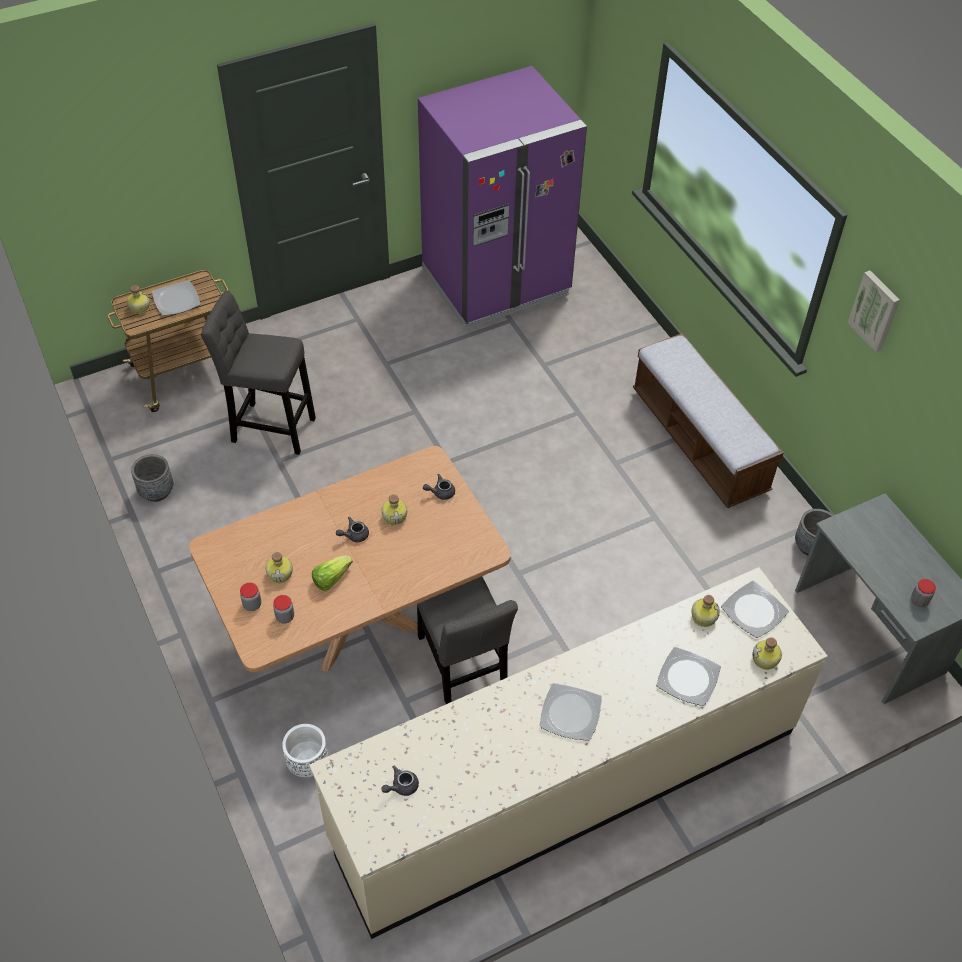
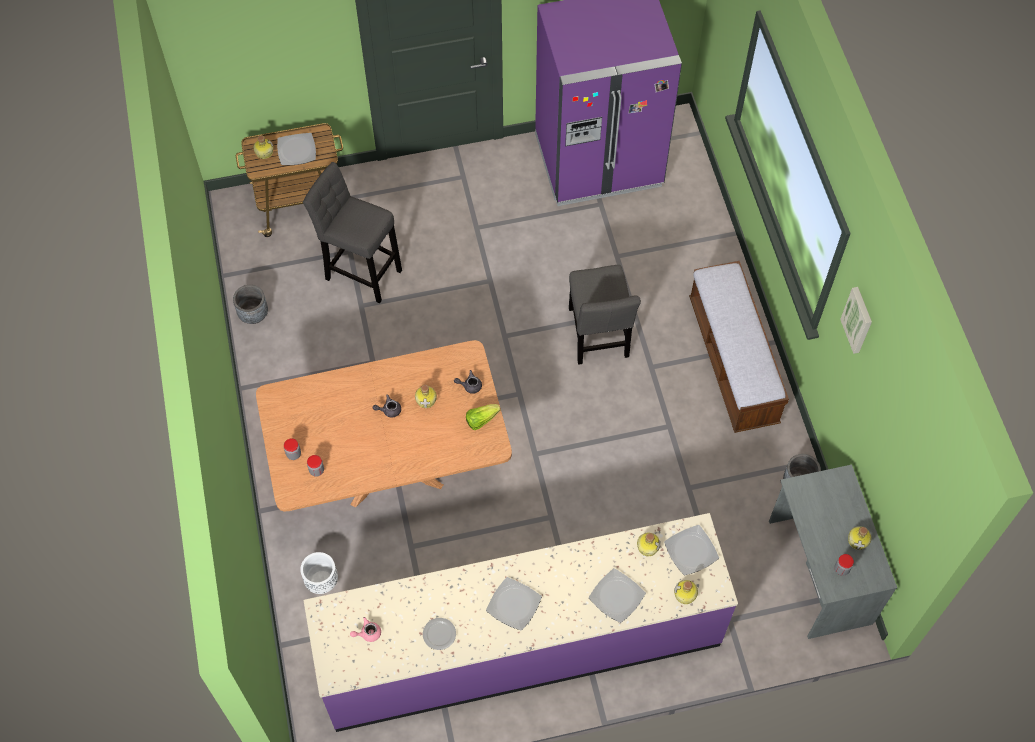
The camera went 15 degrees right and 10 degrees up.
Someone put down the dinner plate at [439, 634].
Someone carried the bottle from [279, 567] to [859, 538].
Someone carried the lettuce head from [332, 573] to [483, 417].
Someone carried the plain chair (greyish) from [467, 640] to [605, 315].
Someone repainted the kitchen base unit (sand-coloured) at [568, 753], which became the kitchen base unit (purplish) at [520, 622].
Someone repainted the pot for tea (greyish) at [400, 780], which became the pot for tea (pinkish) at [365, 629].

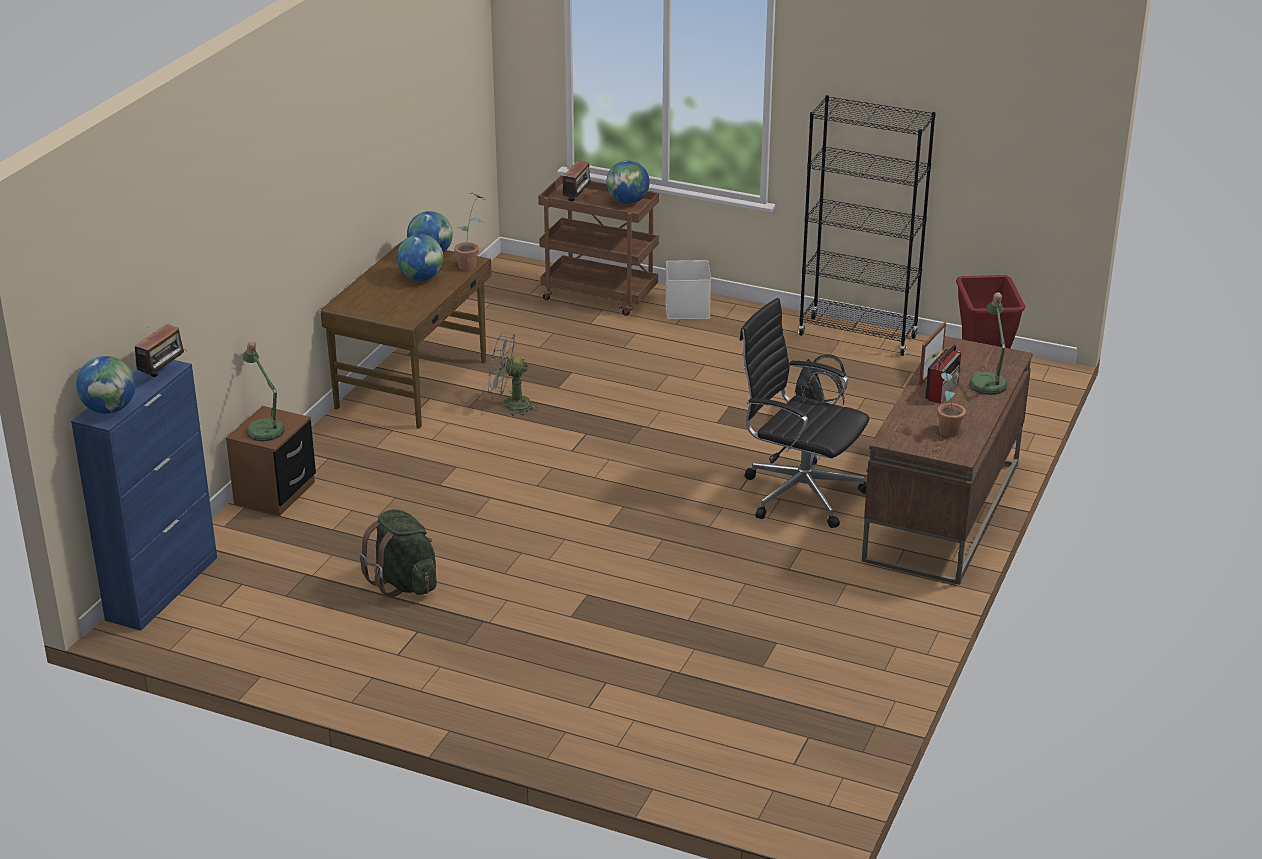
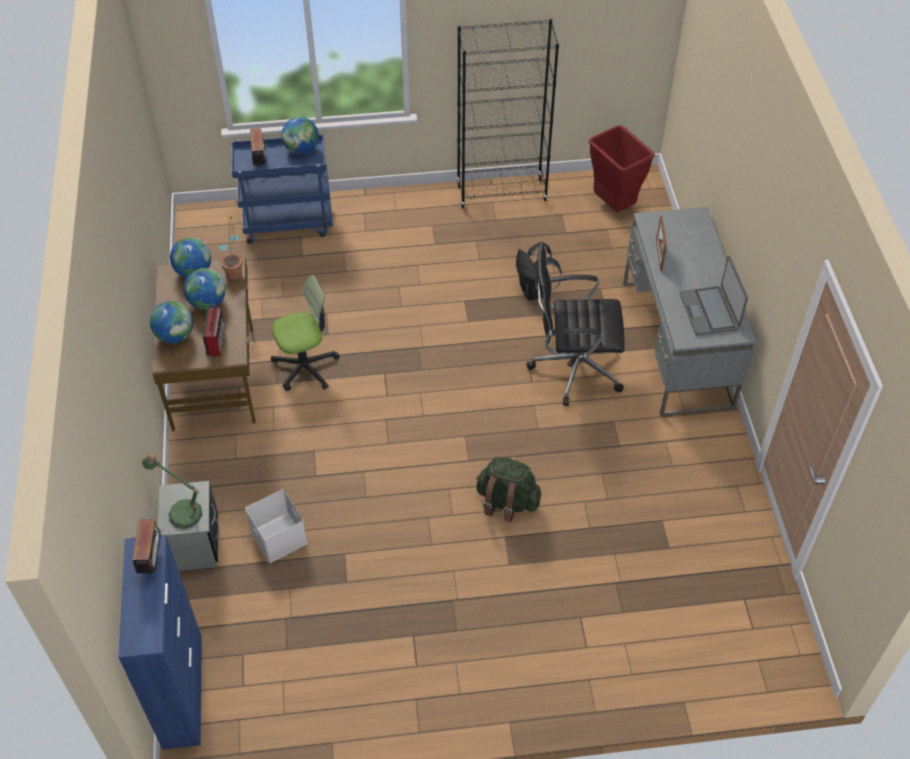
The camera went 30 degrees left and 20 degrees up.
Someone took away the lamp for a table at [988, 343].
Someone carried the world globe from [106, 385] to [171, 322].
Someone carried the backpack (green-coloured) from [398, 553] to [508, 489].
Someone carried the storage container (white) from [688, 289] to [276, 526].
Someone carried the radio from [943, 374] to [213, 330].
Someone swapped the electric fan (greyish) at [513, 374] for the office chair at [305, 333].
Someone swapped the plant in a pot at [946, 393] for the notebook computer at [713, 296].
Someone repainted the nightstand (brown-coloured) at [271, 461], which became the nightstand (greyish) at [189, 526].
Someone repainted the cart (brown-coloured) at [598, 246], which became the cart (blue) at [282, 189].
Someone repainted the desk table (brown-coloured) at [947, 460], which became the desk table (greyish) at [689, 311].

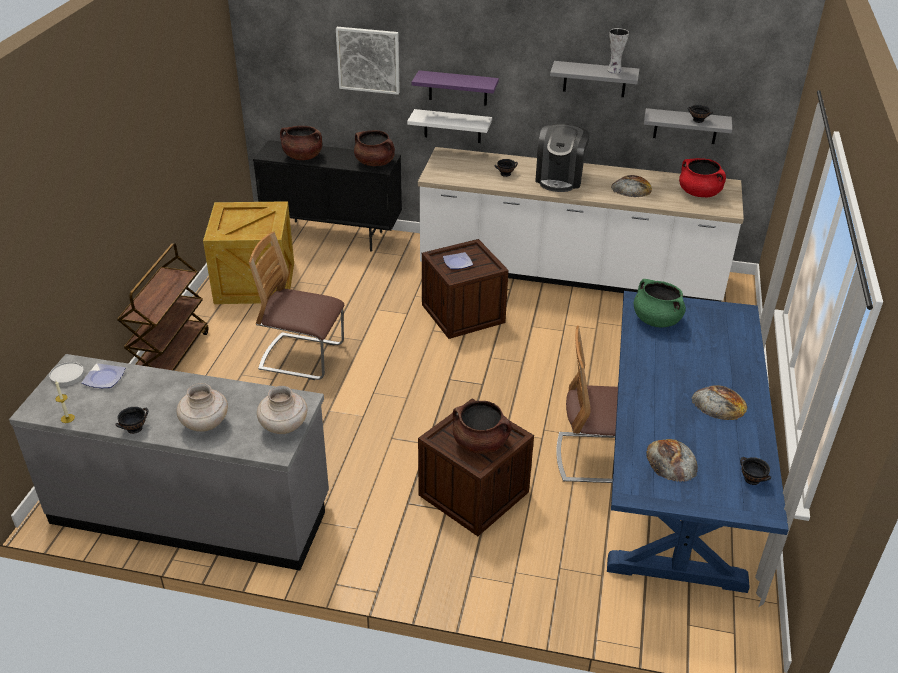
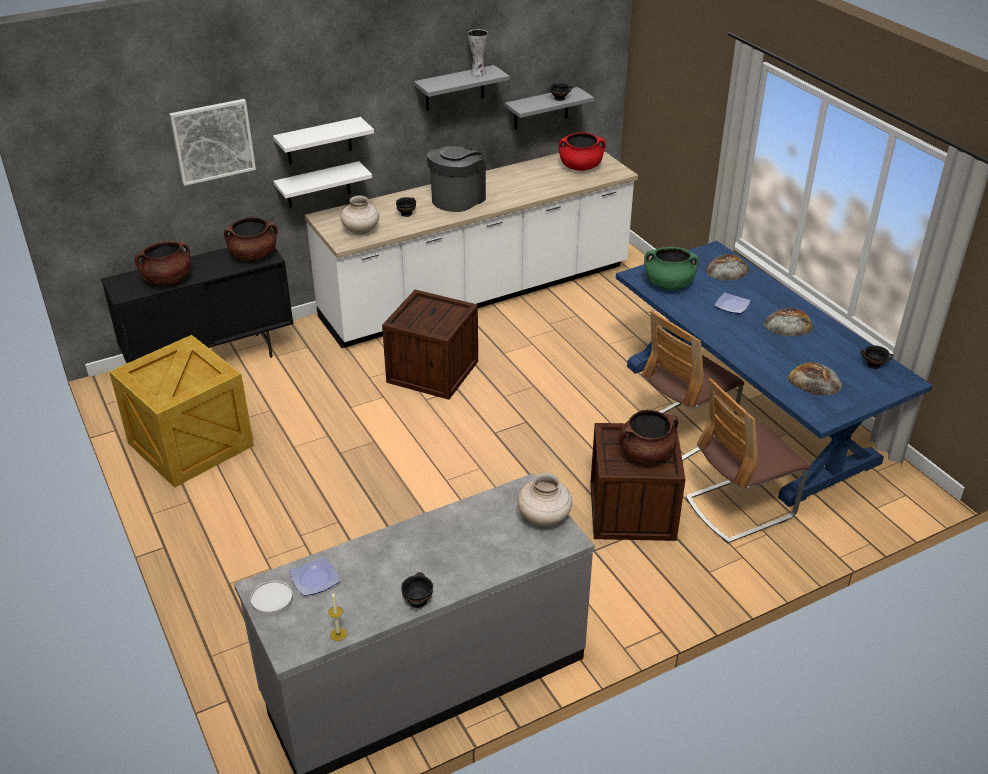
The camera went 40 degrees left and 0 degrees up.
Someone took away the cart (brown-coloured) at [162, 307].
Someone carried the decorative vase (sand-coloured) from [202, 407] to [359, 215].
Someone carried the plain chair from [296, 305] to [747, 461].
Someone carried the dinner plate from [458, 260] to [732, 303].
Someone carried the baked bread from [631, 186] to [727, 267].
Someone repainted the shelf (purplish) at [455, 88], which became the shelf (white) at [323, 141].
Someone rotated the coffee brewer at [562, 158] by 120 degrees counterclockwise.

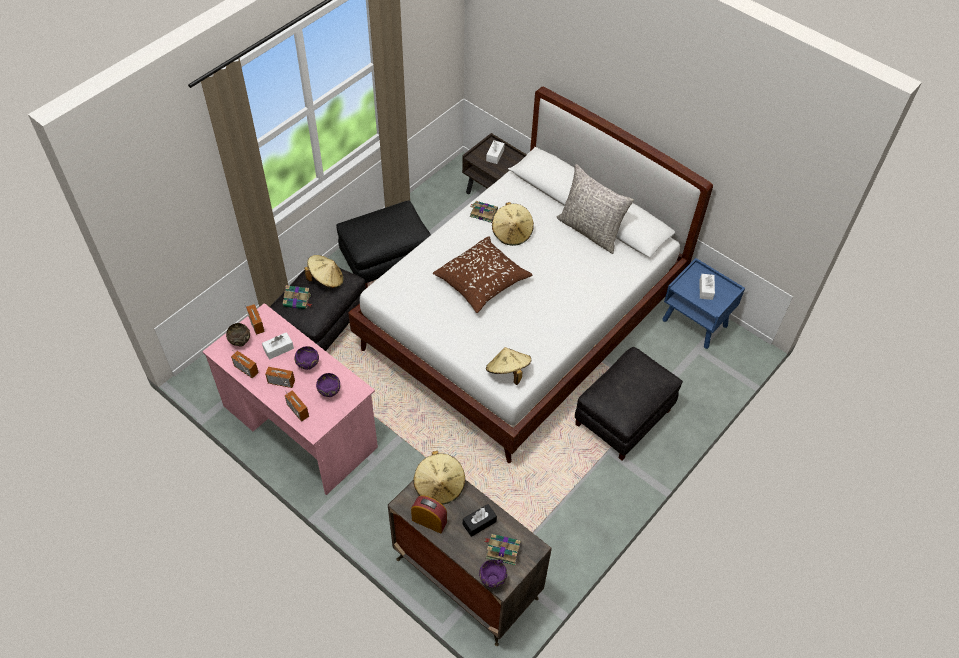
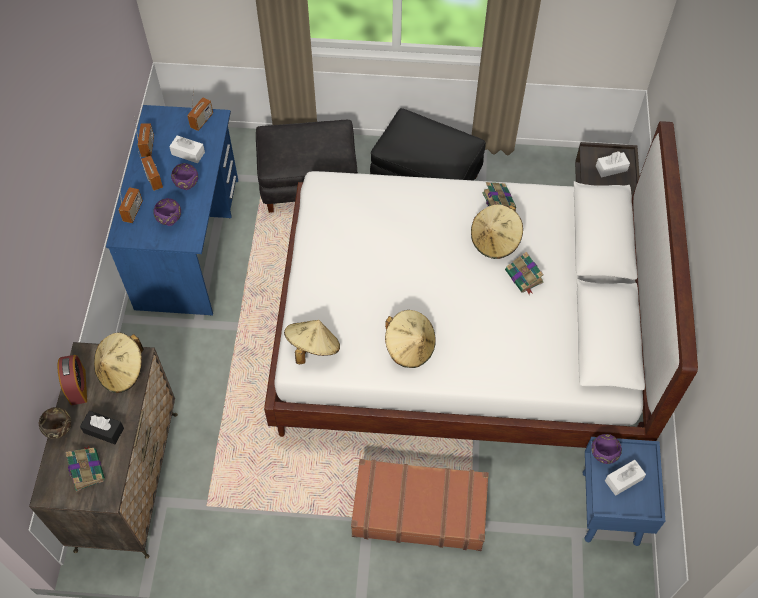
The camera went 55 degrees right and 5 degrees up.
Someone took away the cushion (brown-coloured) at [482, 275].
Someone took away the cushion (greyish) at [595, 209].
Someone carried the serving bowl (brown-coloured) from [238, 335] to [55, 423].
Someone carried the volume from [297, 297] to [524, 273].
Someone carried the wearable hat (sand-coloured) from [323, 271] to [410, 339].
Someone carried the serving bowl (purplish) from [493, 573] to [606, 449].
Someone swapped the footrest (blackish) at [629, 403] for the suitcase (brown-coloured) at [420, 505].
Someone repainted the desk table (pinkish) at [290, 399], which became the desk table (blue) at [172, 210].

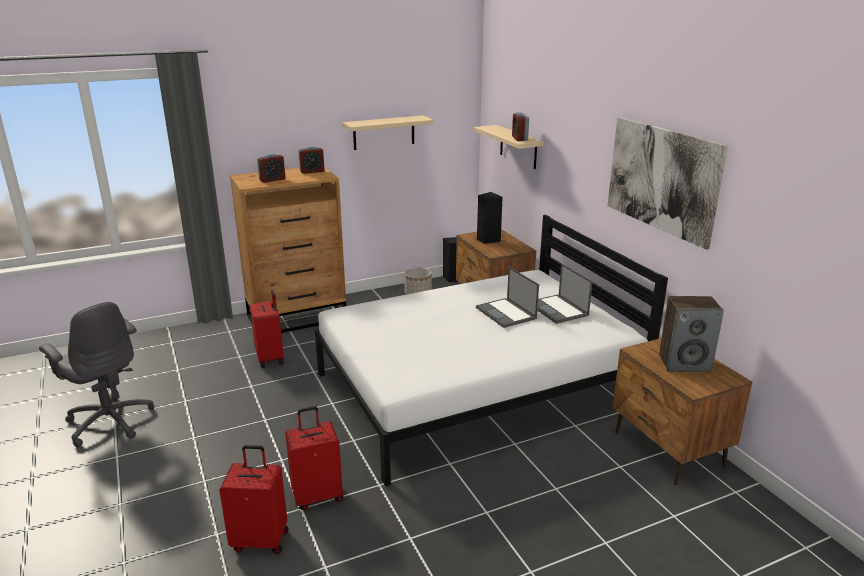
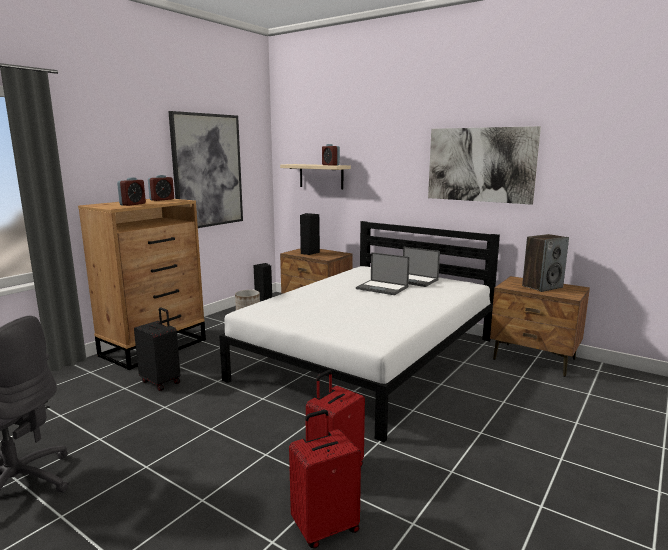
The camera went 30 degrees left and 10 degrees down.
Someone swapped the shelf (sand-coloured) at [388, 132] for the picture at [205, 169].
Someone repainted the suitcase (red-coloured) at [267, 329], which became the suitcase (blackish) at [157, 349].

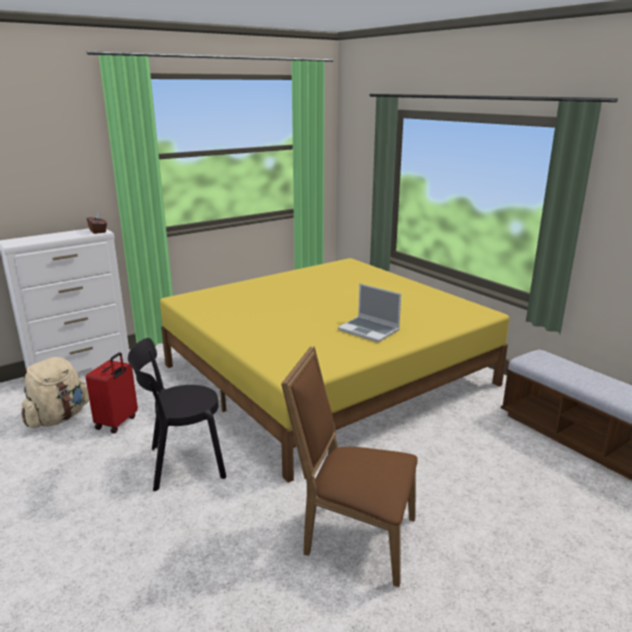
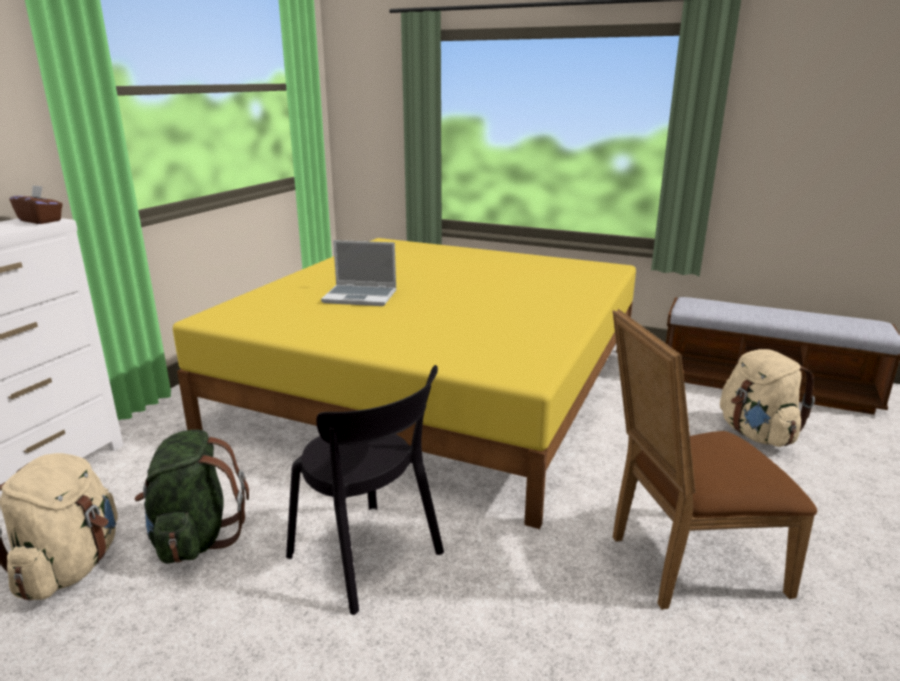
The camera went 30 degrees left and 0 degrees up.
Someone put down the backpack (sand-coloured) at [767, 398].
Someone carried the notebook computer from [369, 312] to [359, 273].
Someone swapped the suitcase (red-coloured) at [112, 392] for the backpack (green-coloured) at [192, 496].
Someone rotated the plain chair (blackish) at [177, 414] by 90 degrees counterclockwise.

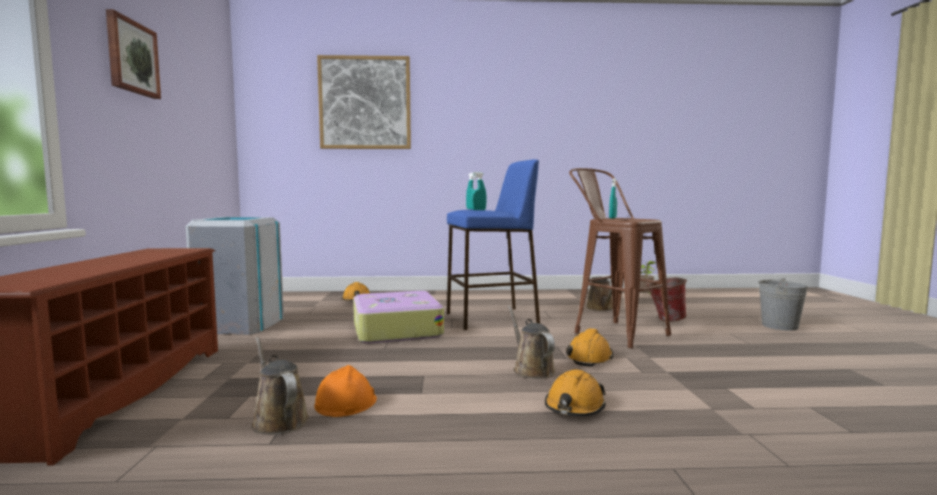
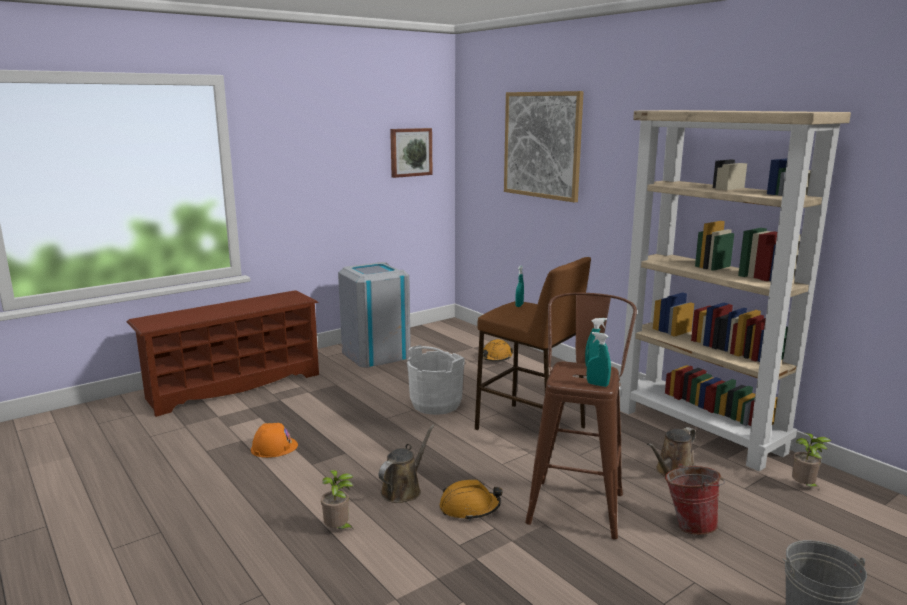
The camera went 55 degrees right and 10 degrees up.
Someone took away the watering can (brown-coloured) at [280, 386].
Someone put down the bookshelf (sand-coloured) at [735, 290].
Someone carried the picture from [133, 54] to [411, 153].
Someone carried the sprayer (turquoise) from [479, 191] to [599, 359].
Someone swapped the suitcase at [398, 317] for the bucket (white) at [436, 380].
Someone swapped the work helmet (orange-coloured) at [575, 392] for the plant in a pot at [337, 500].
Someone repainted the sitting stool (blue) at [493, 244], which became the sitting stool (brown-coloured) at [533, 343].

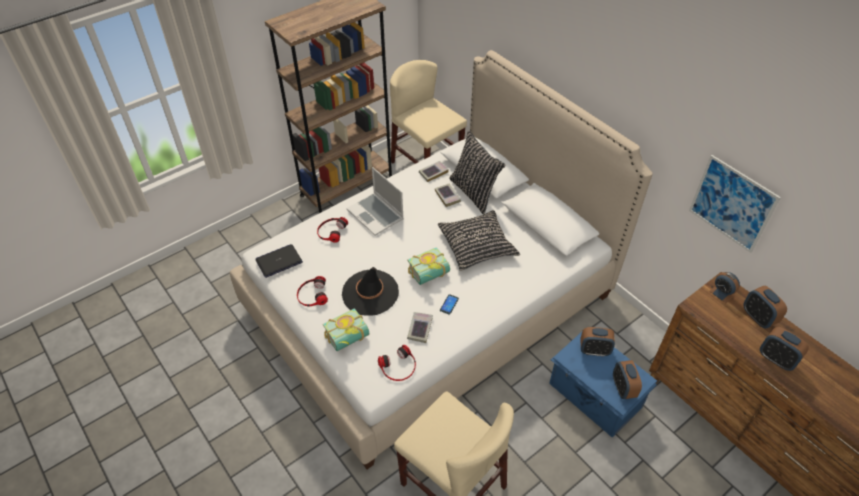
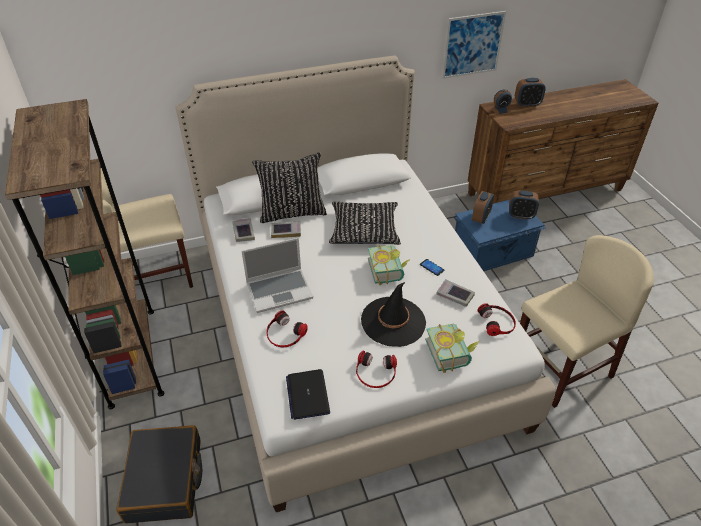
The camera went 70 degrees left and 5 degrees down.
Someone took away the bedside clock at [784, 349].
Someone put down the suitcase (blackish) at [159, 474].

